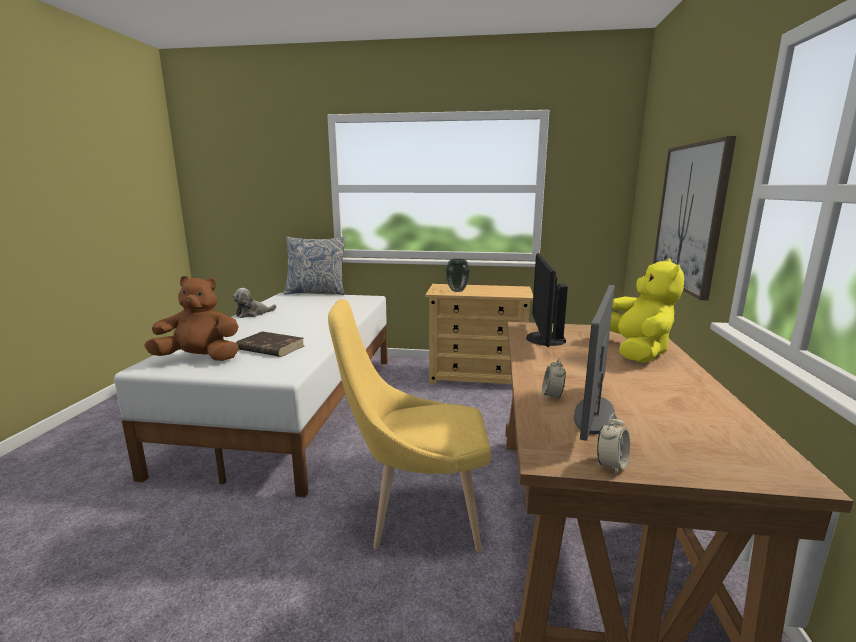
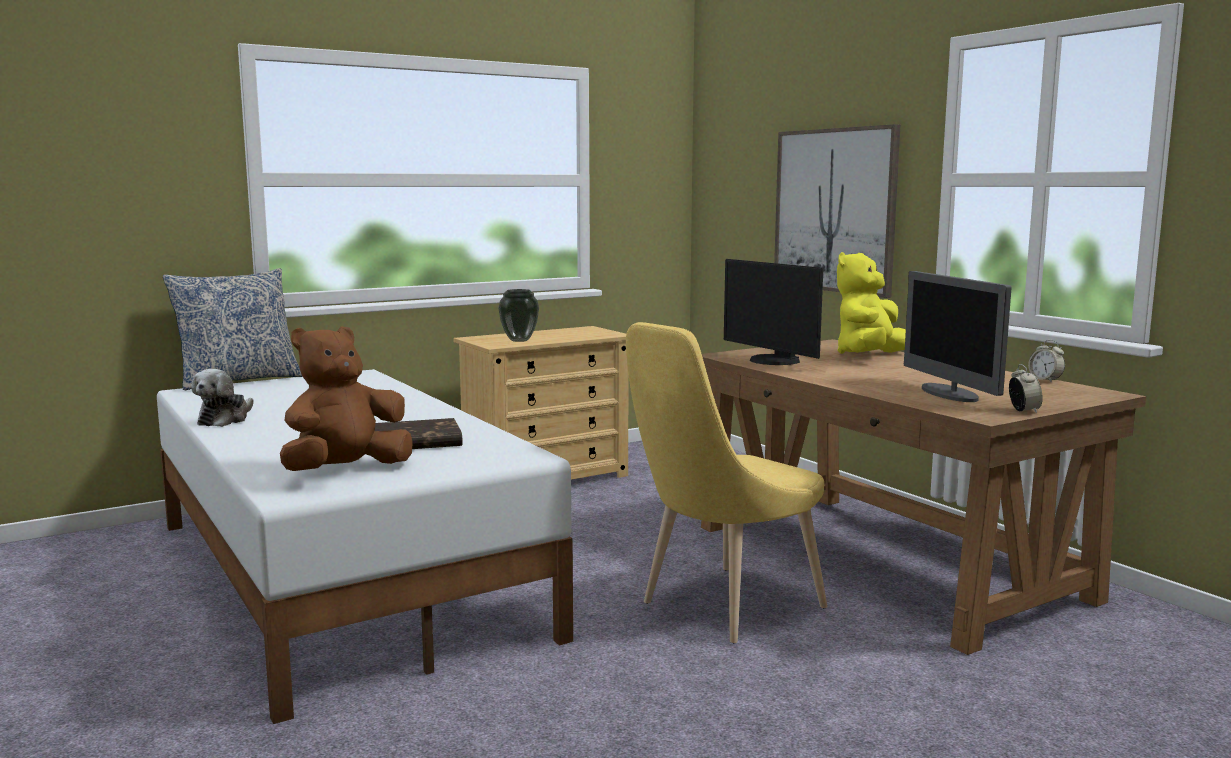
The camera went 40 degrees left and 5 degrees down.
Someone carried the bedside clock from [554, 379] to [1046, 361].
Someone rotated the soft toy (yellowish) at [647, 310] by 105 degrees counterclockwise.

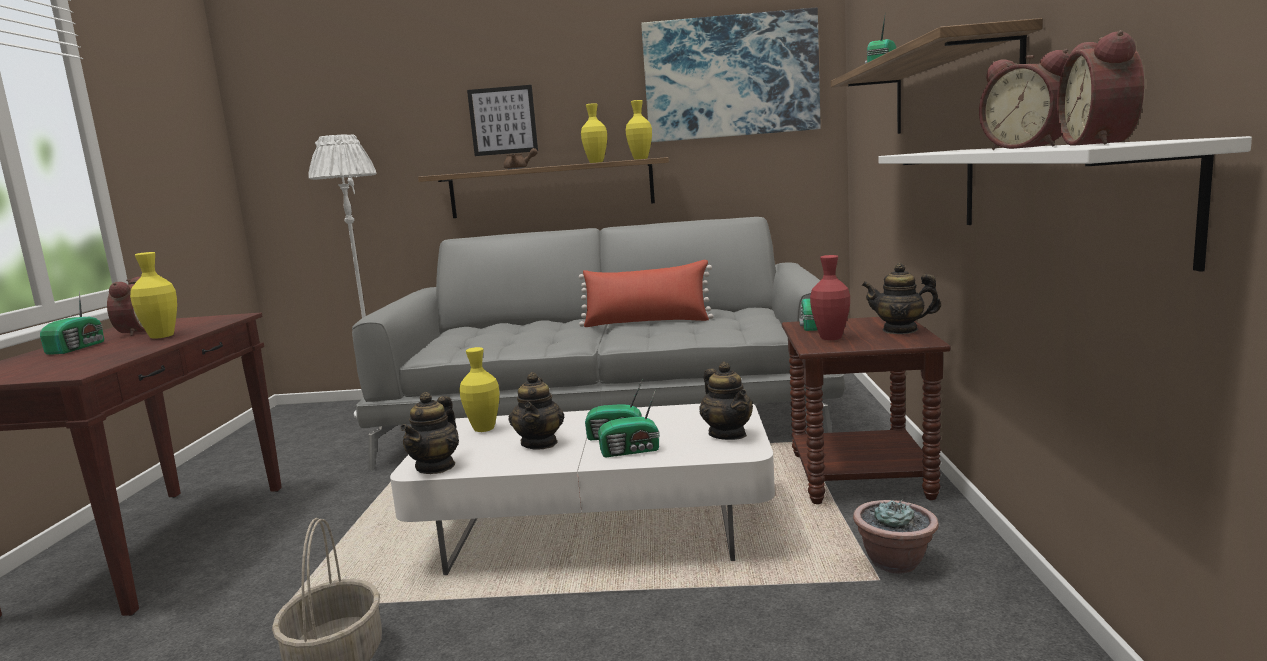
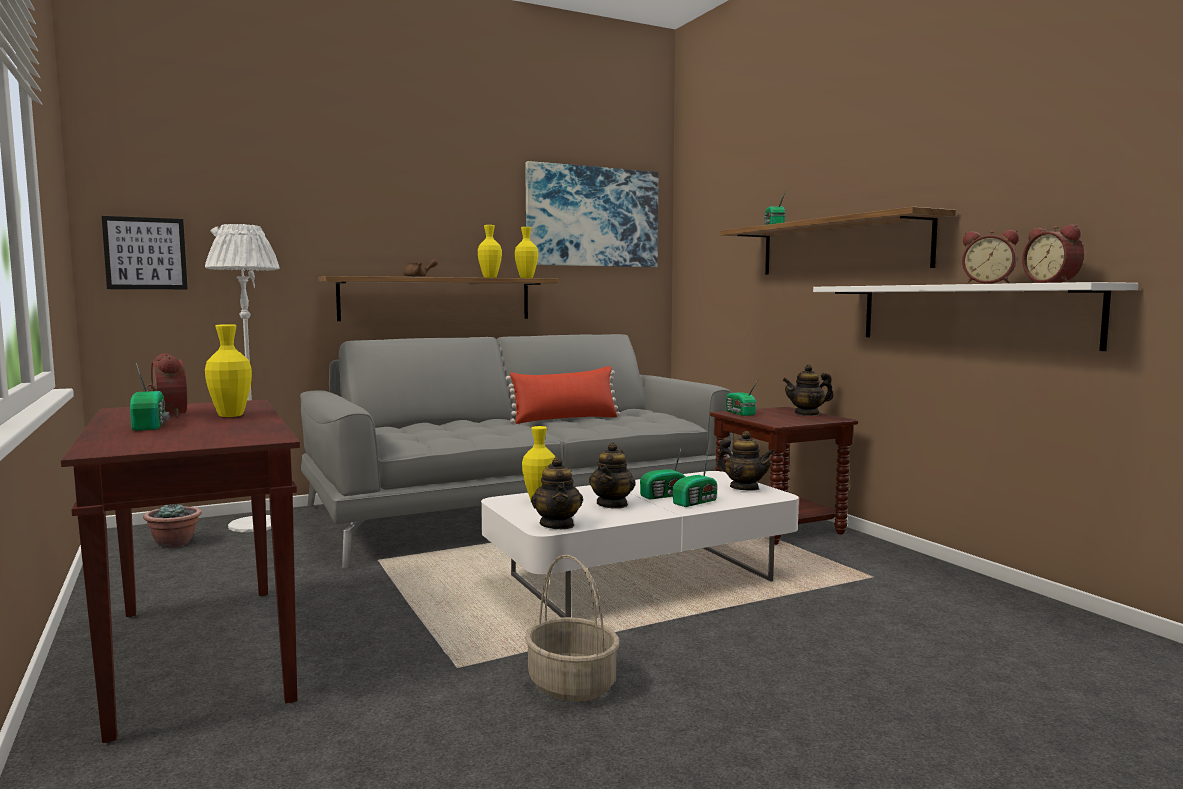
The camera went 30 degrees left and 5 degrees down.
Someone took away the decorative vase (red-coloured) at [830, 297].
Someone carried the picture from [502, 120] to [145, 252].
Someone carried the plant in a pot from [896, 536] to [172, 526].
Someone rotated the pot for tea at [536, 410] by 45 degrees clockwise.

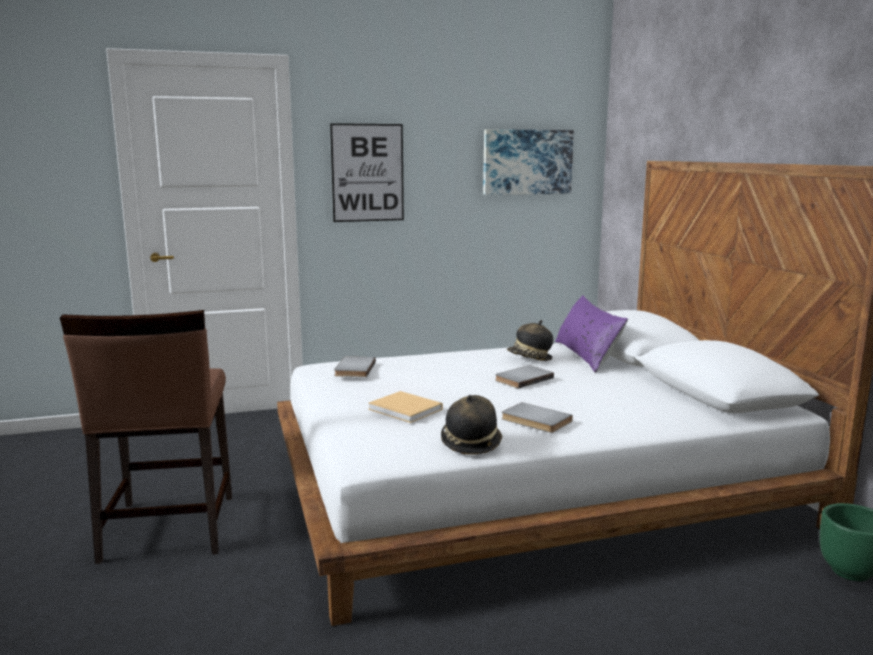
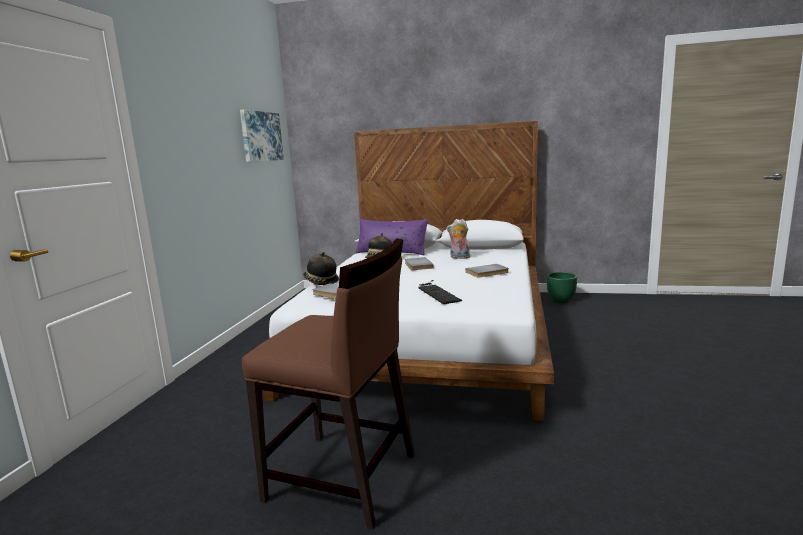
The camera went 60 degrees left and 0 degrees up.
Someone took away the picture at [367, 172].
Someone put down the soft toy at [458, 239].
Someone carried the wearable hat from [471, 424] to [321, 268].
Someone swapped the volume (sand-coloured) at [405, 407] for the computer keyboard at [440, 292].

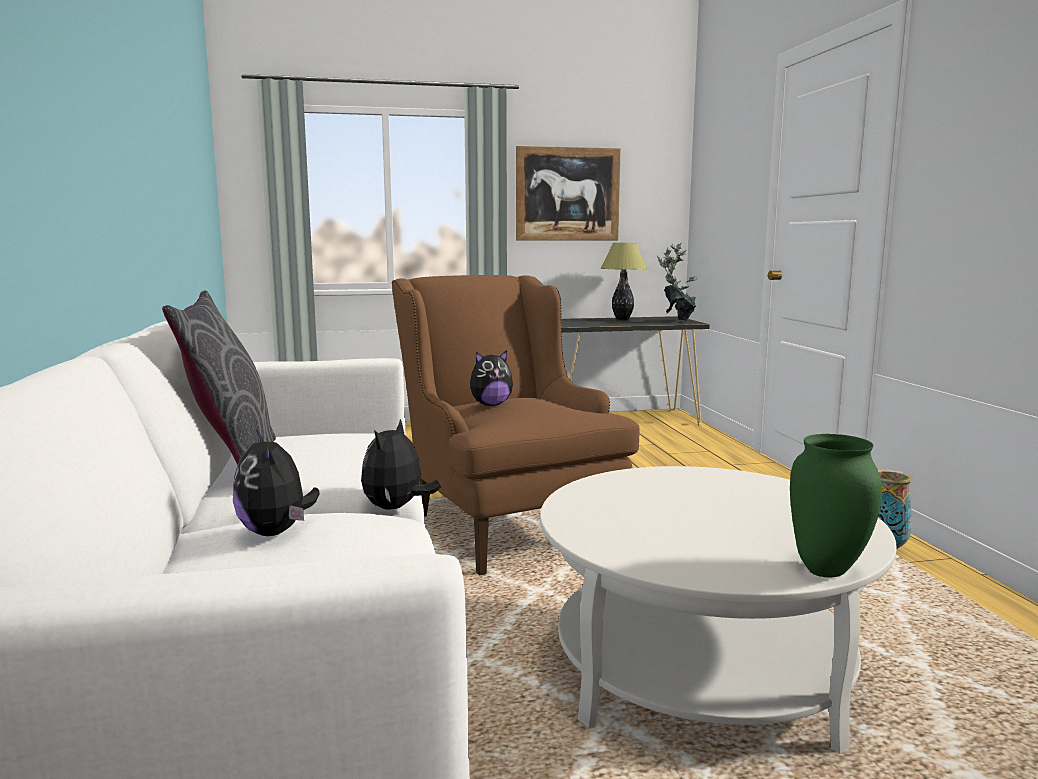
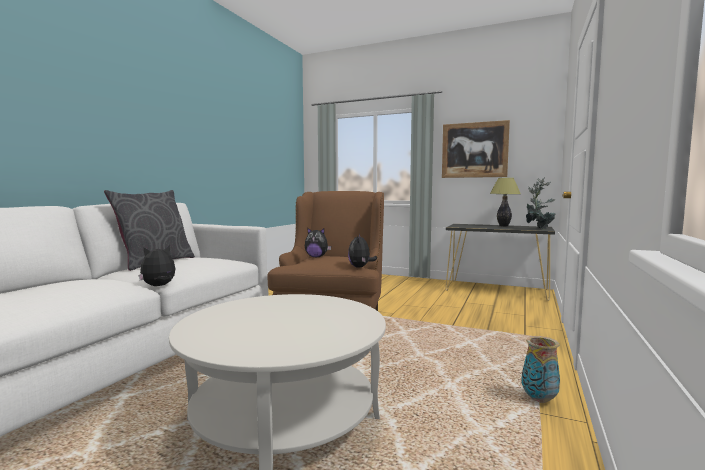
The camera went 35 degrees right and 5 degrees down.
Someone took away the decorative vase (green-coloured) at [836, 505].
Someone carried the soft toy from [276, 482] to [362, 250].

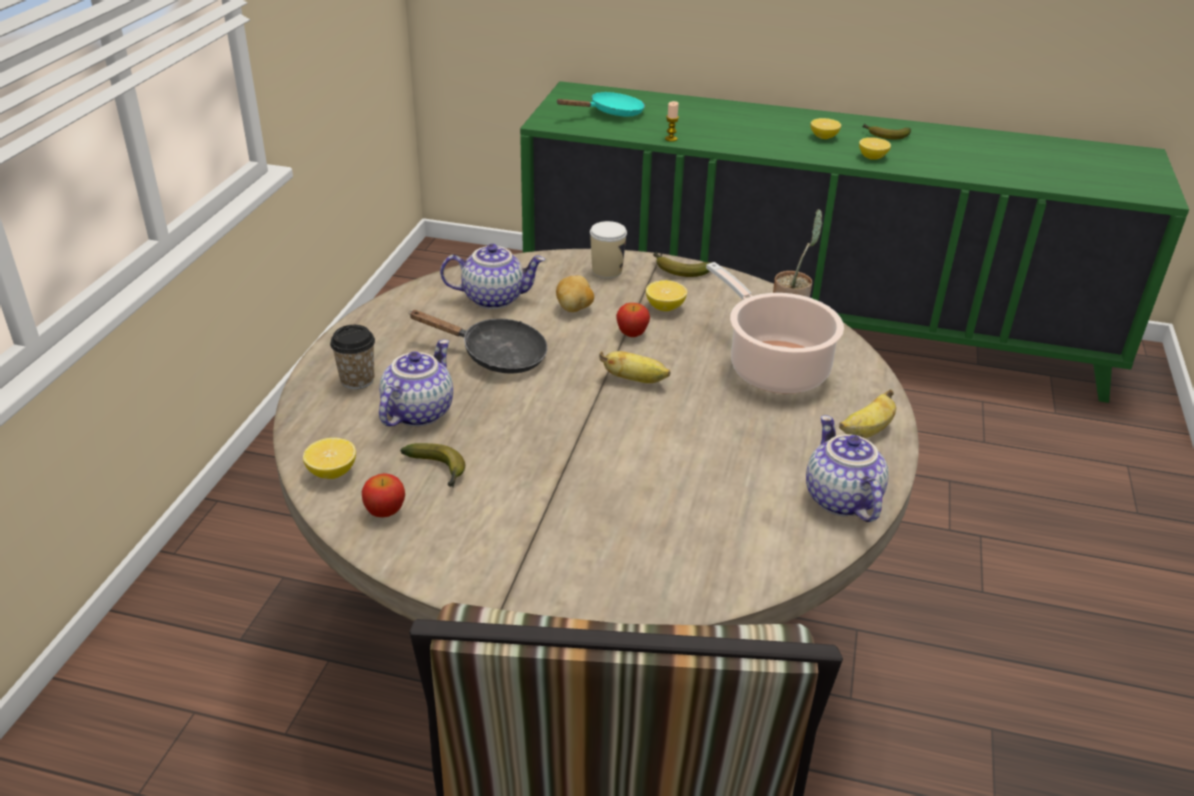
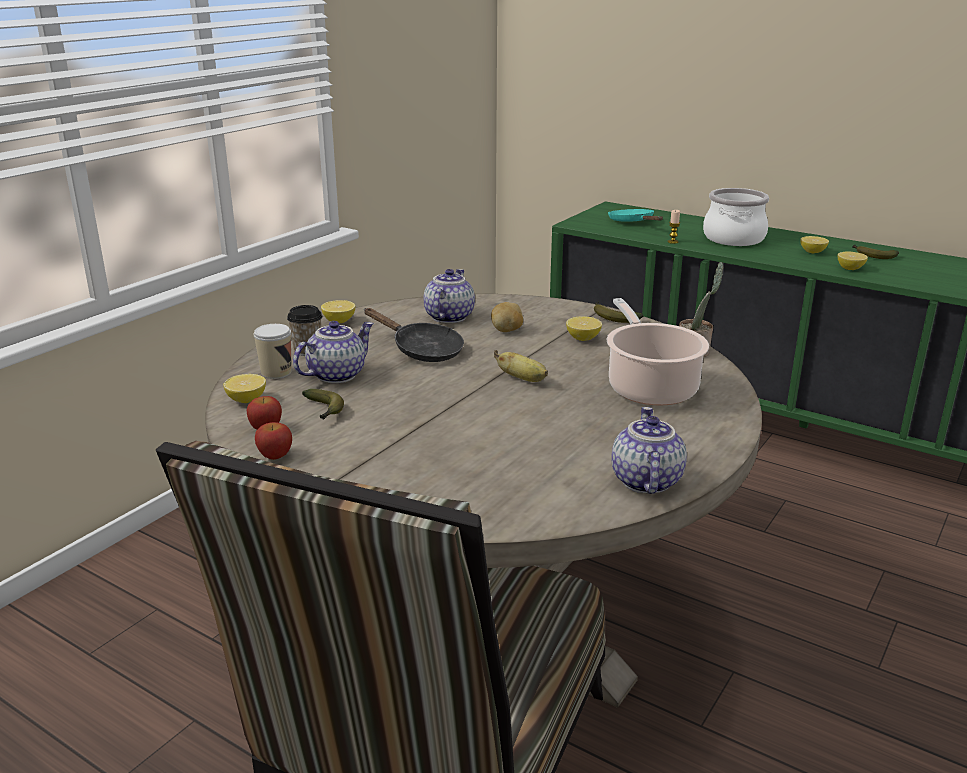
The camera went 20 degrees right and 10 degrees down.
Someone took away the banana at [867, 413].
Someone put down the lemon at [338, 311].
Someone put down the saucepot at [736, 217].
Someone carried the drinking cup from [608, 249] to [273, 351].
Someone carried the whole apple from [633, 320] to [273, 441].
Someone rotated the pot for tea at [492, 276] by 90 degrees counterclockwise.
Someone rotated the skillet (turquoise) at [600, 104] by 105 degrees counterclockwise.

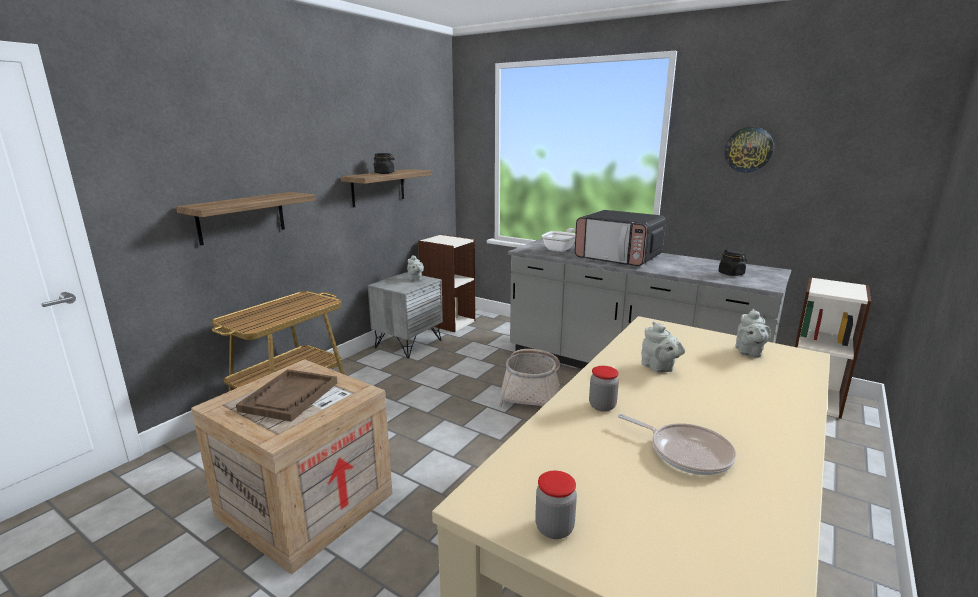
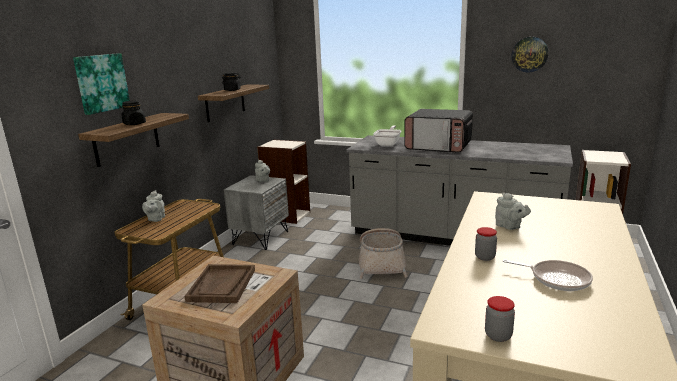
The camera went 10 degrees left and 0 degrees up.
Someone put up the picture at [101, 84].
Someone carried the storage jar (blackish) from [732, 263] to [134, 113].
Someone carried the pot for tea (greyish) from [753, 333] to [153, 206].

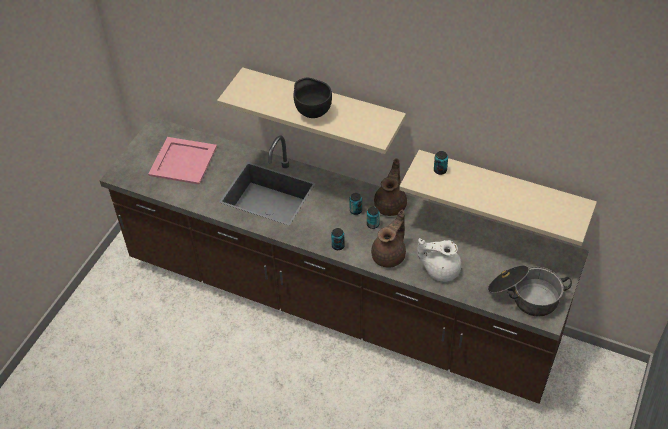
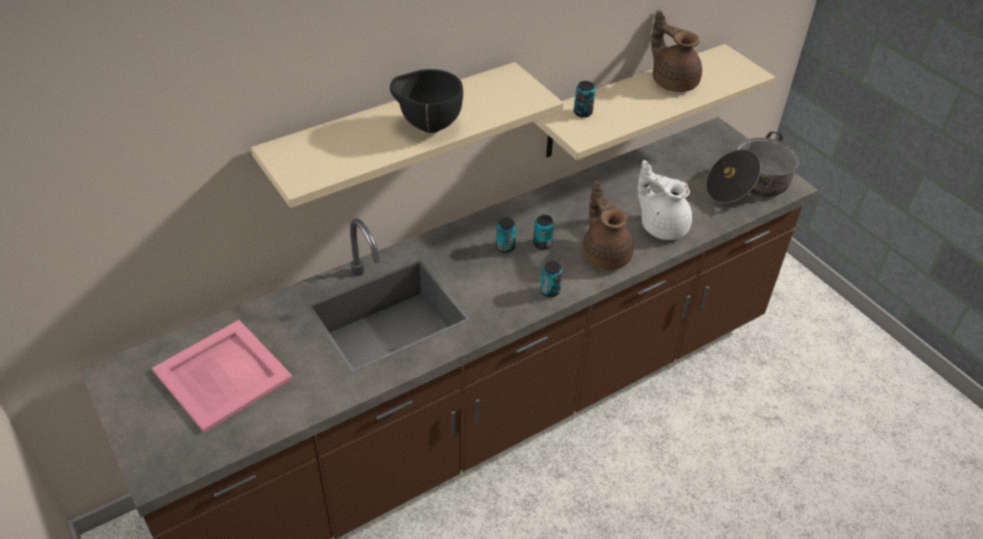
The camera went 60 degrees left and 5 degrees down.
Someone carried the pot for tea (brown-coloured) from [390, 187] to [677, 51].
Someone rotated the pot for tea (white) at [439, 260] by 90 degrees clockwise.

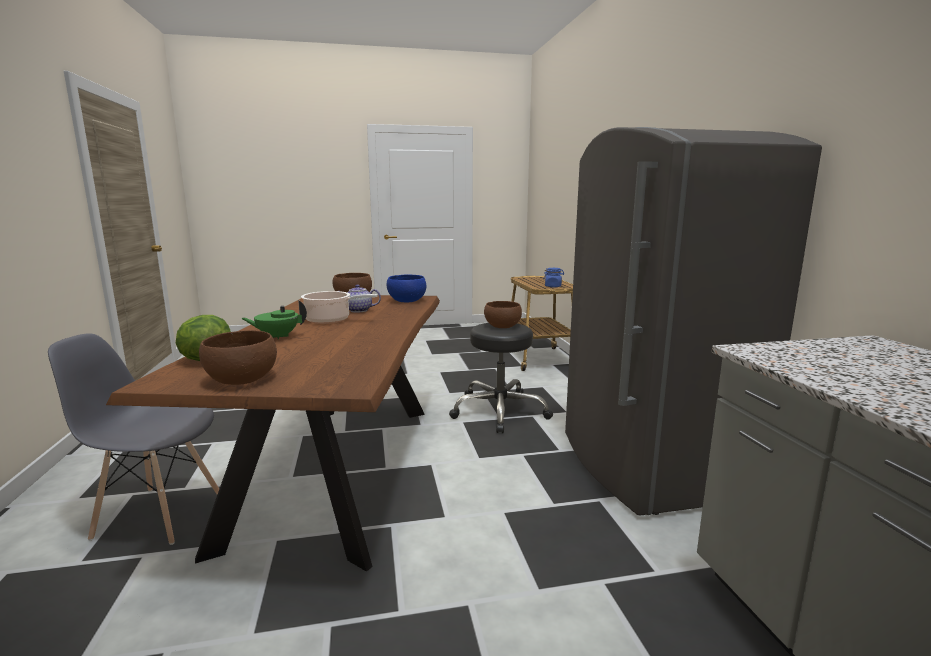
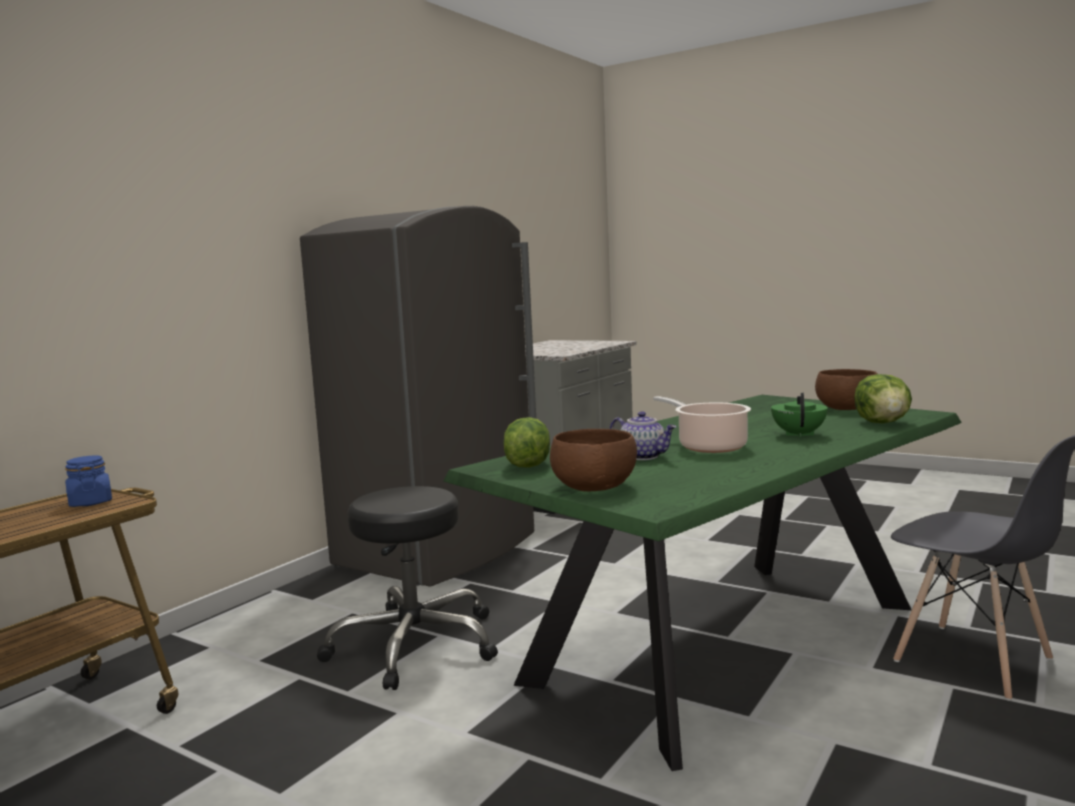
The camera went 135 degrees left and 5 degrees down.
Someone took away the serving bowl (brown-coloured) at [503, 314].
Someone swapped the serving bowl (blue) at [406, 288] for the lettuce head at [527, 442].
Someone repainted the dinner table (brown-coloured) at [273, 433], which became the dinner table (green-coloured) at [702, 583].
Someone rotated the pot for tea (green-coloured) at [274, 320] by 105 degrees counterclockwise.

